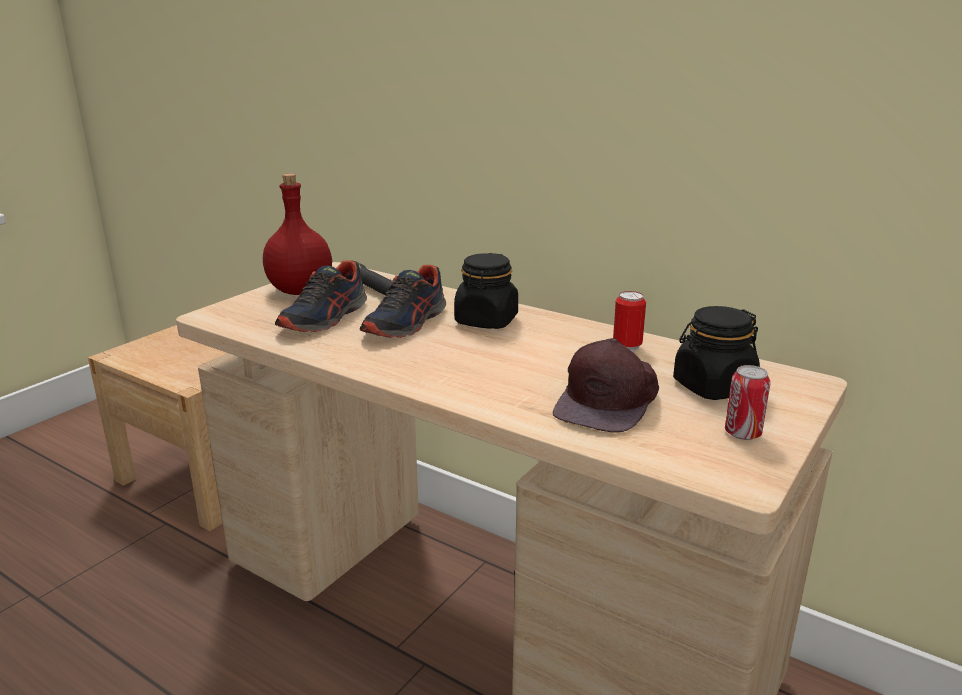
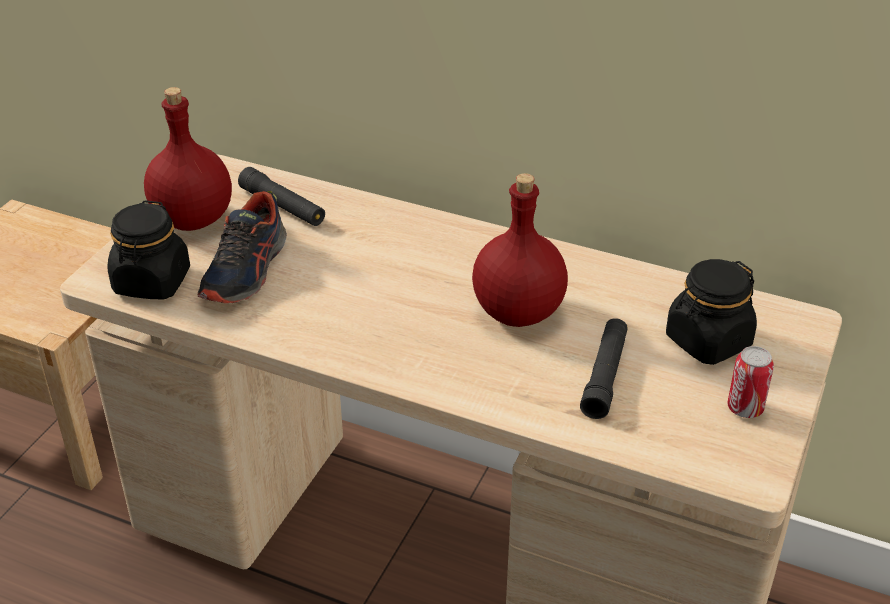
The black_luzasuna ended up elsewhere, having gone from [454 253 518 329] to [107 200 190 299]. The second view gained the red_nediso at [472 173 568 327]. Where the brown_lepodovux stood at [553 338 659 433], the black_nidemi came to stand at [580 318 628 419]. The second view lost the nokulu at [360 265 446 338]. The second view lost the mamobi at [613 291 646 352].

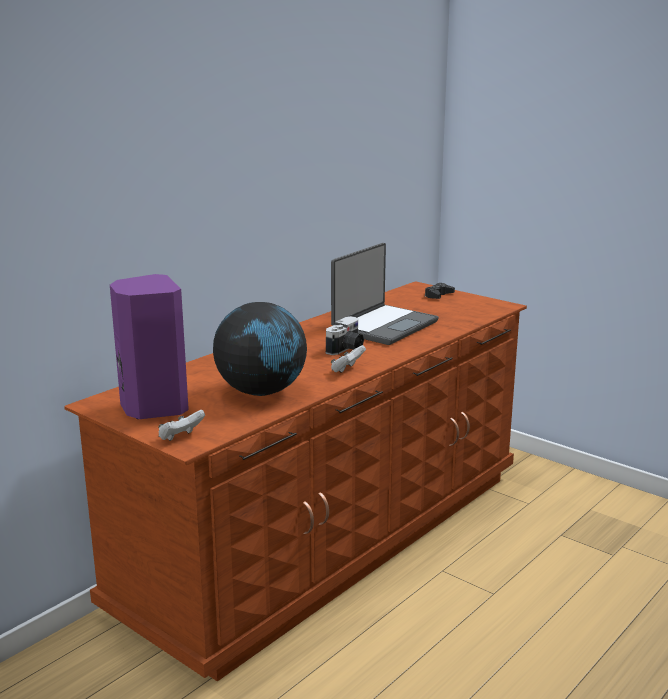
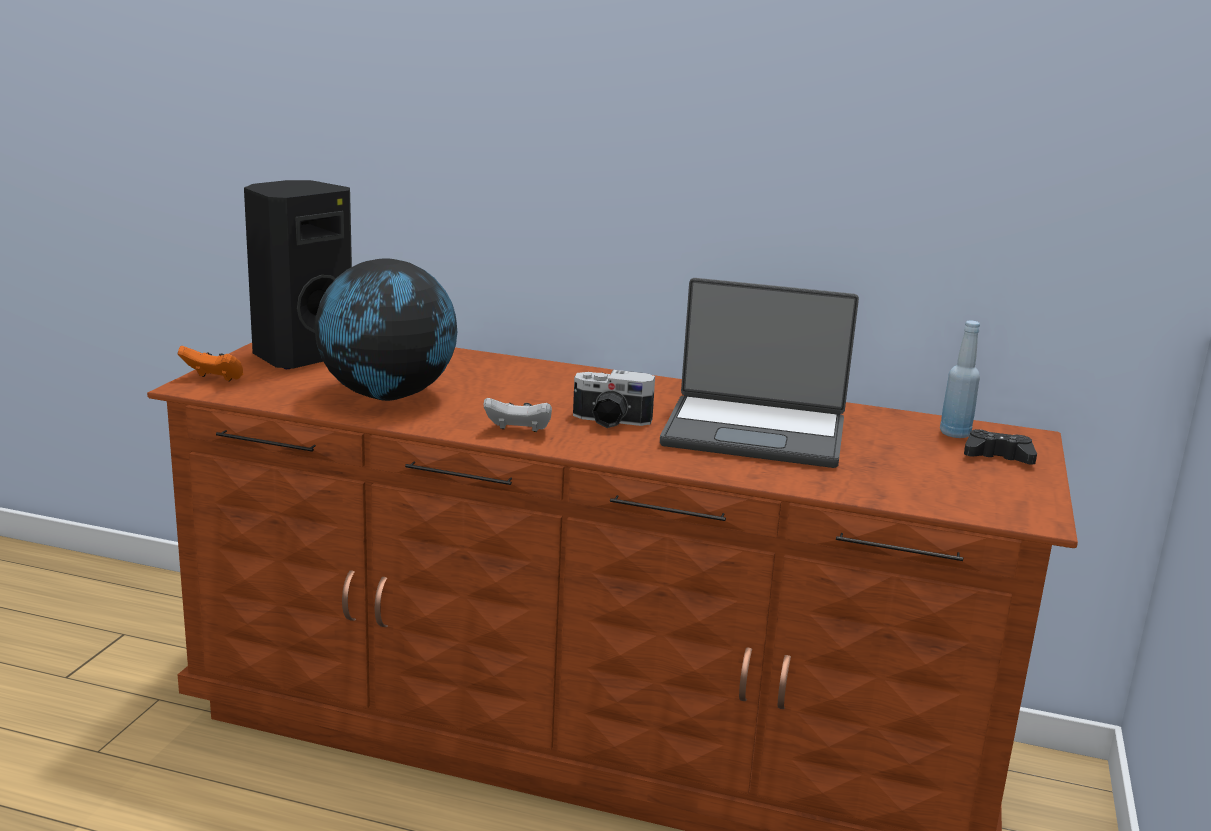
What was the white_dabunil at [158 410 205 441] turned into the orange_dabunil at [178 346 243 382]. What was the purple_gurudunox at [110 274 189 419] turned into the black_gurudunox at [244 180 352 369]. The second view gained the blue_nediso at [940 321 980 438].

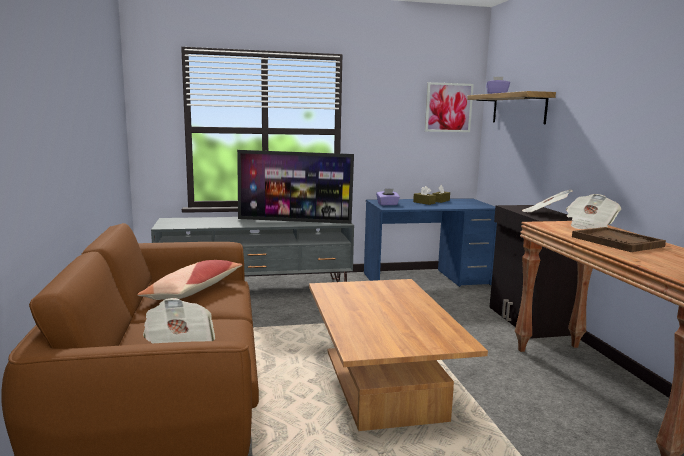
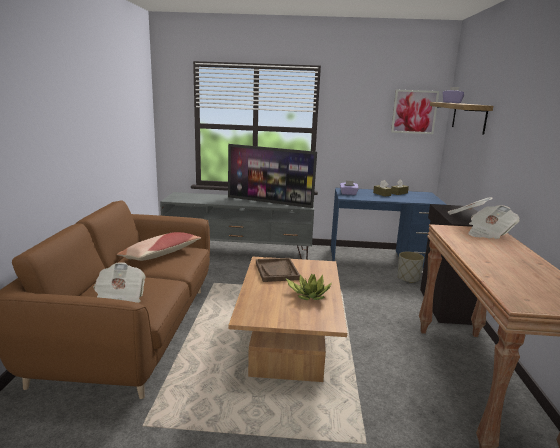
The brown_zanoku ended up elsewhere, having gone from [572 227 666 252] to [256 258 300 282]. The second view gained the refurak at [286 274 332 300]. The second view gained the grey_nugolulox at [398 252 424 283].

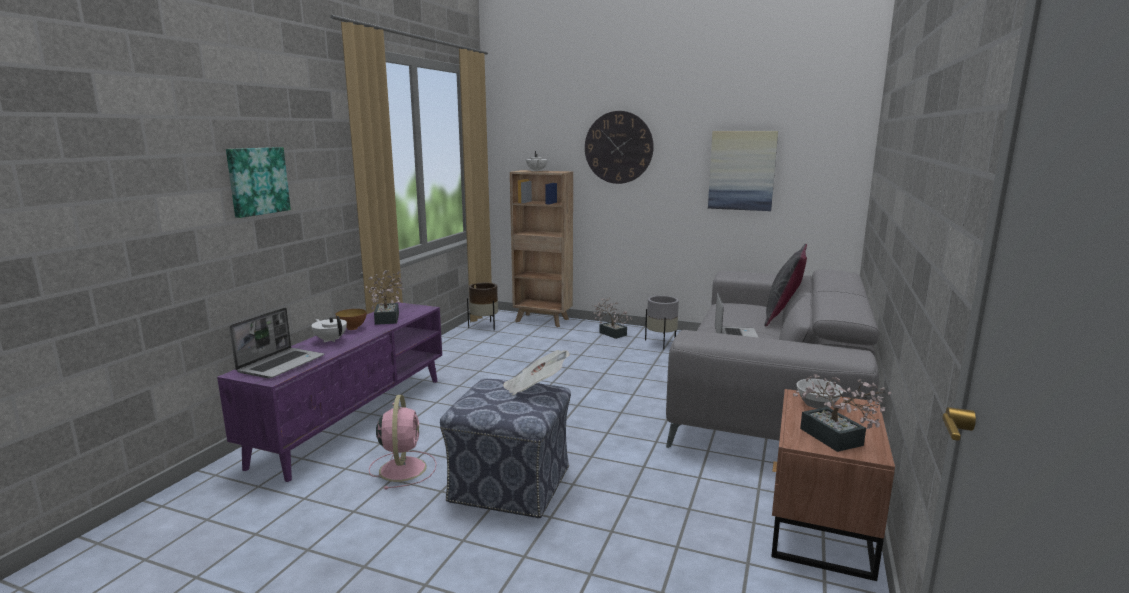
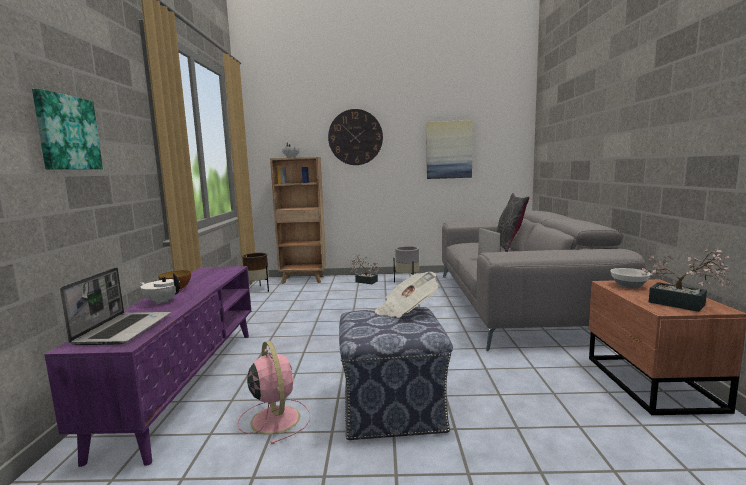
The second view lost the refurak at [365 270 403 325].

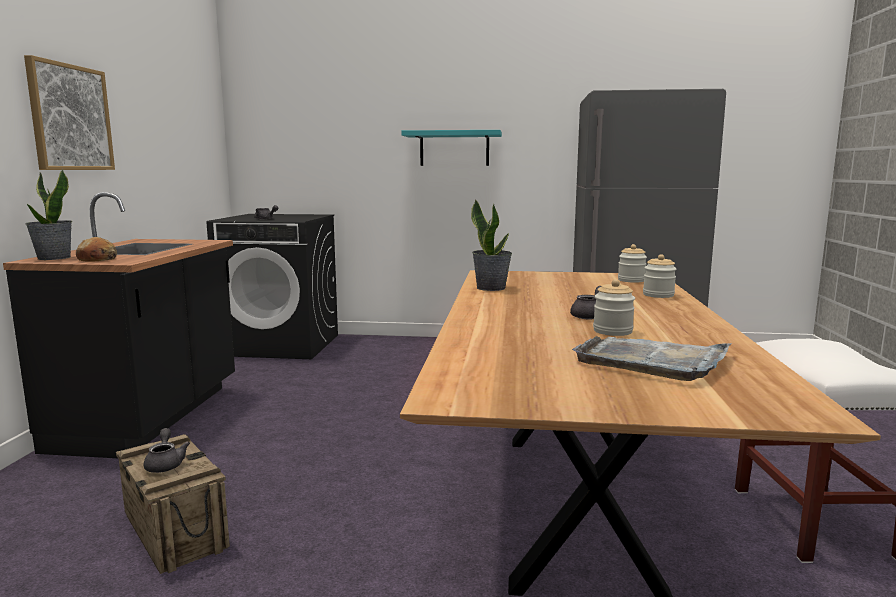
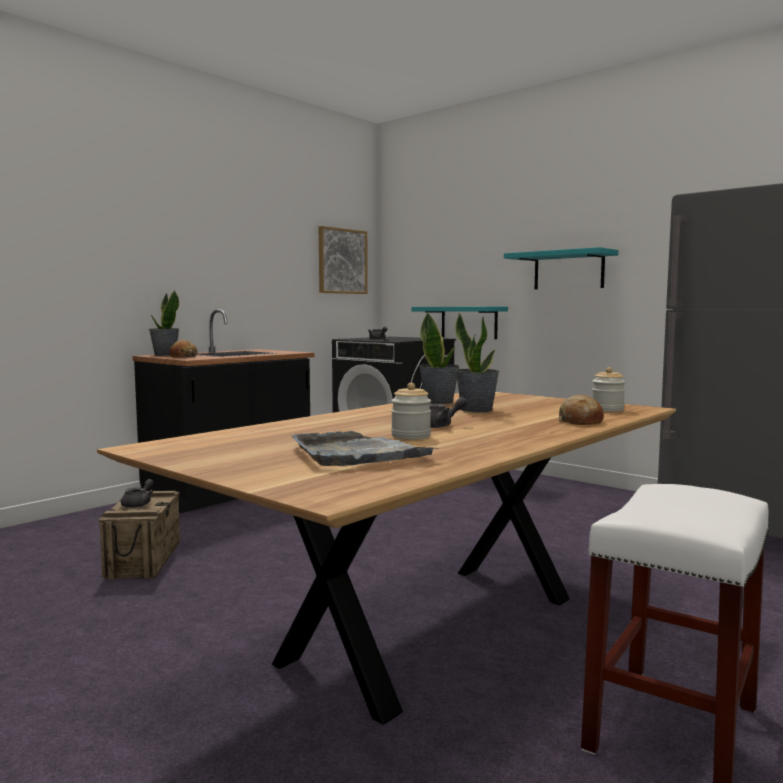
The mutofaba ended up elsewhere, having gone from [24 55 115 170] to [319 226 368 294]. The second view gained the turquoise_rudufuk at [411 307 508 339]. The second view gained the refurak at [455 313 499 412]. Where the luzasuna stood at [643 254 677 298], the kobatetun came to stand at [558 395 604 425].

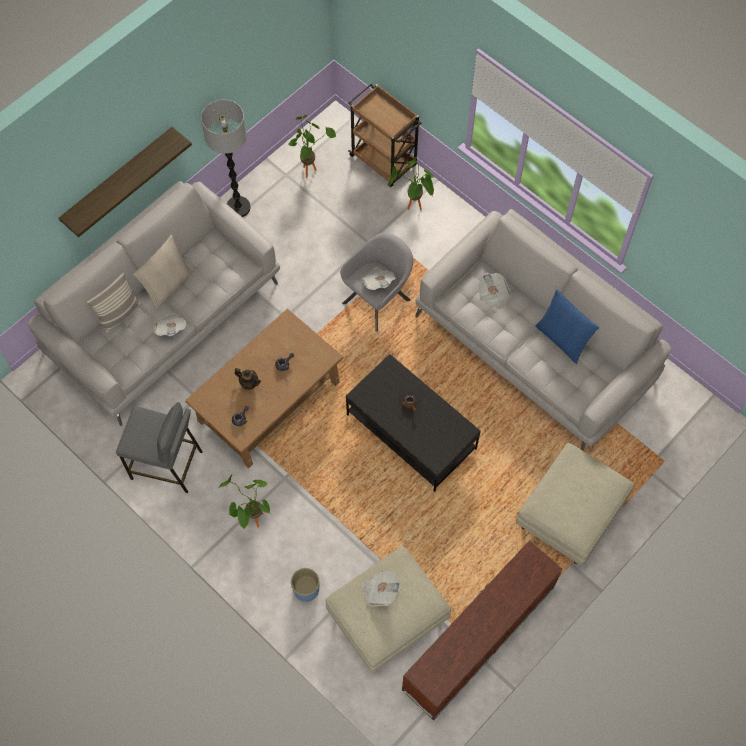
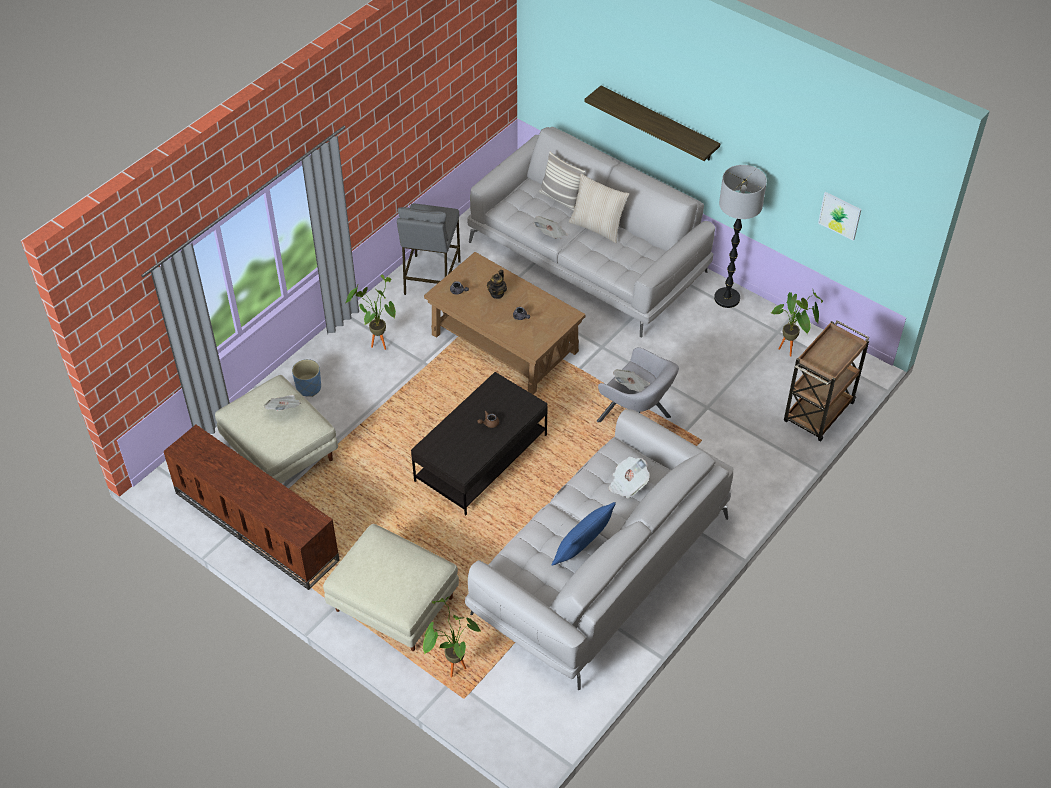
The refurak ended up elsewhere, having gone from [388 156 434 210] to [423 596 482 677]. The second view gained the mutofaba at [818 192 862 241].

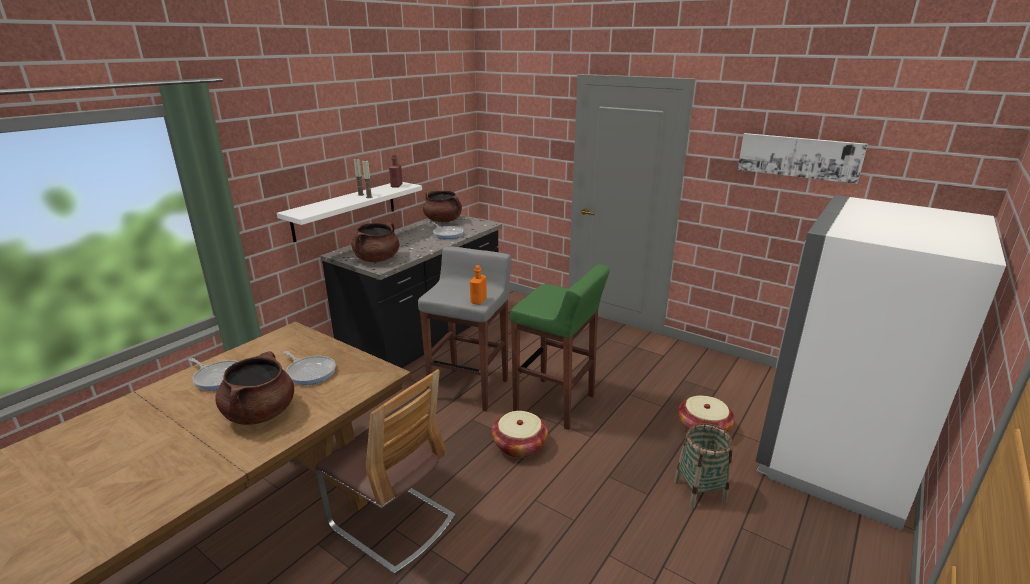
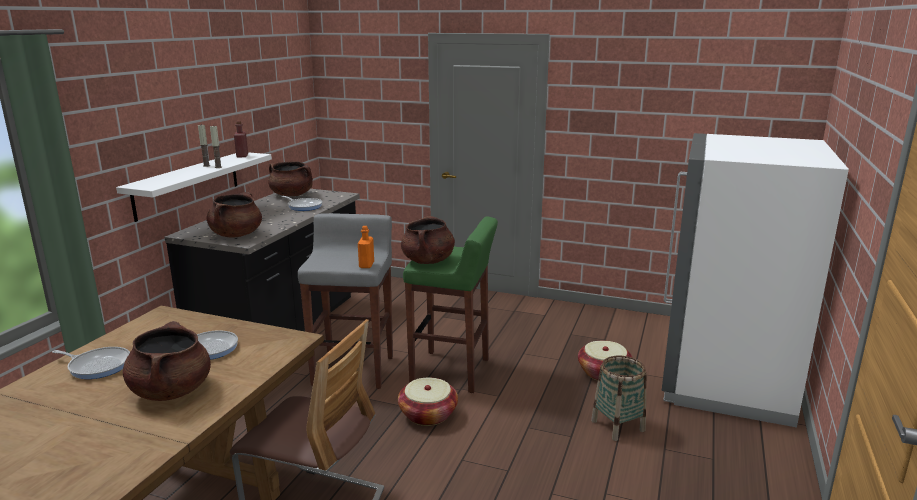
The second view gained the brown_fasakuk at [401 216 455 264]. The second view lost the mutofaba at [738 133 868 184].

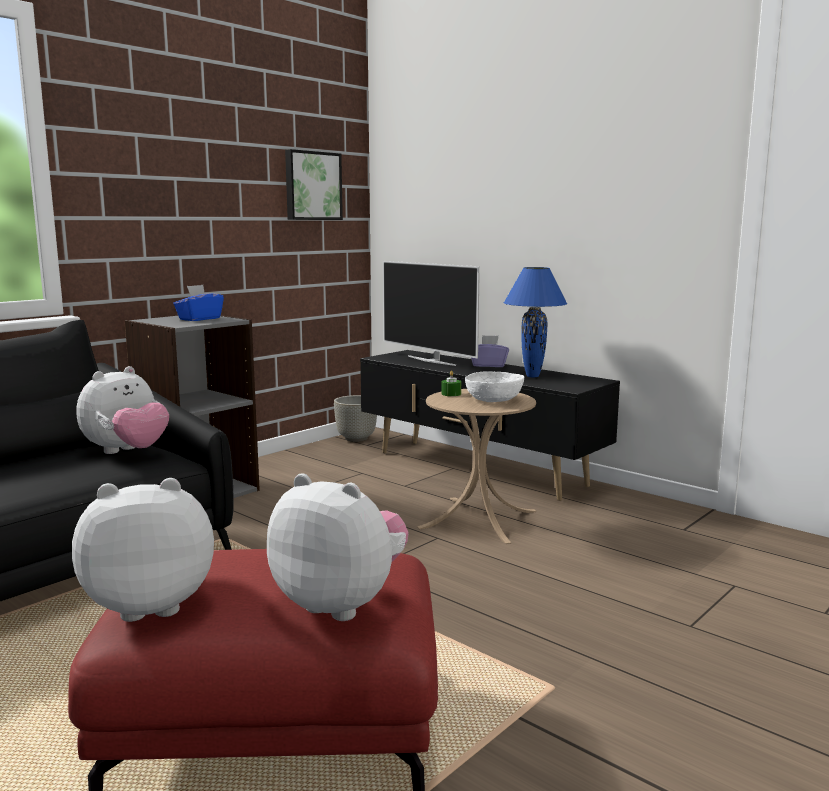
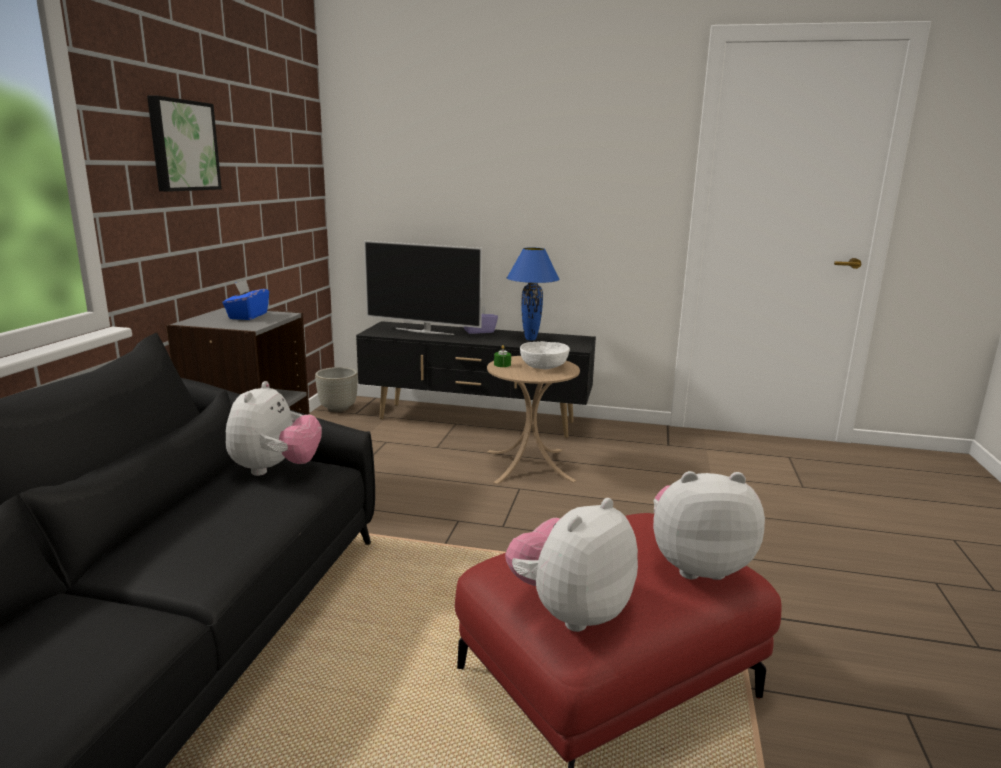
The mutofaba ended up elsewhere, having gone from [285 149 343 220] to [147 96 222 192].

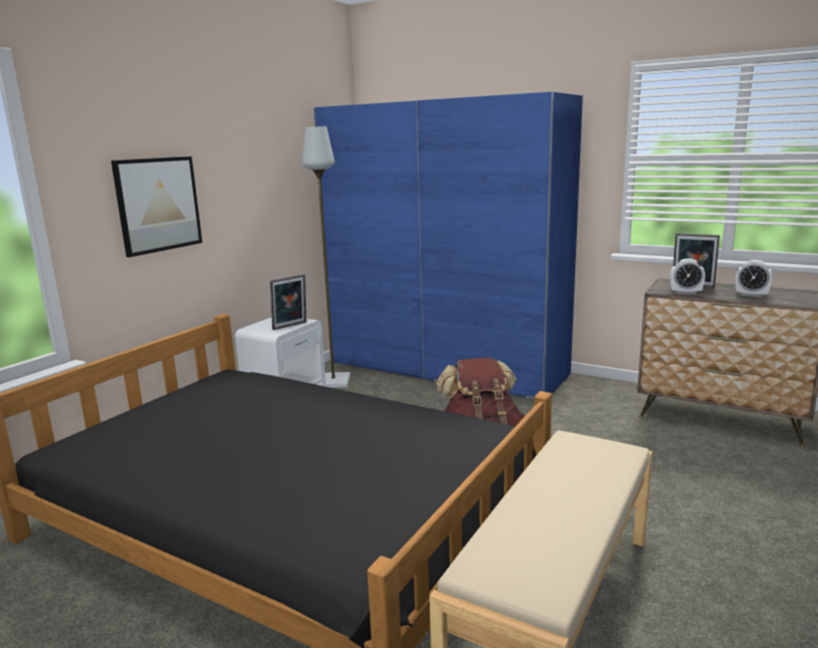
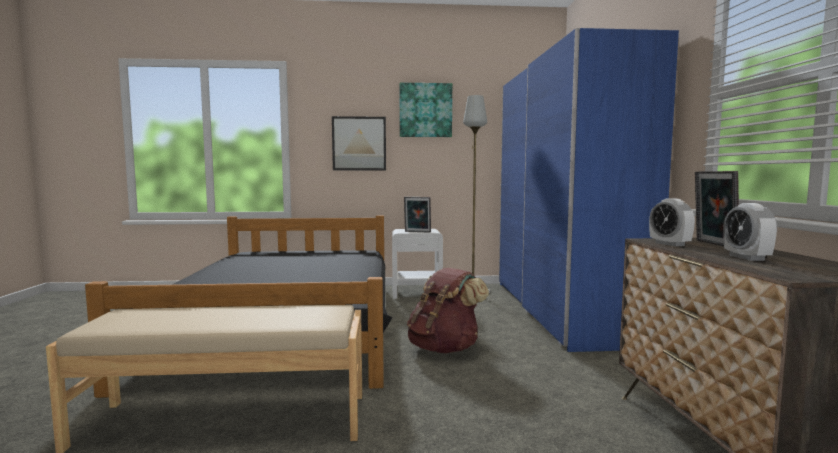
The second view gained the mutofaba at [400 83 452 137].

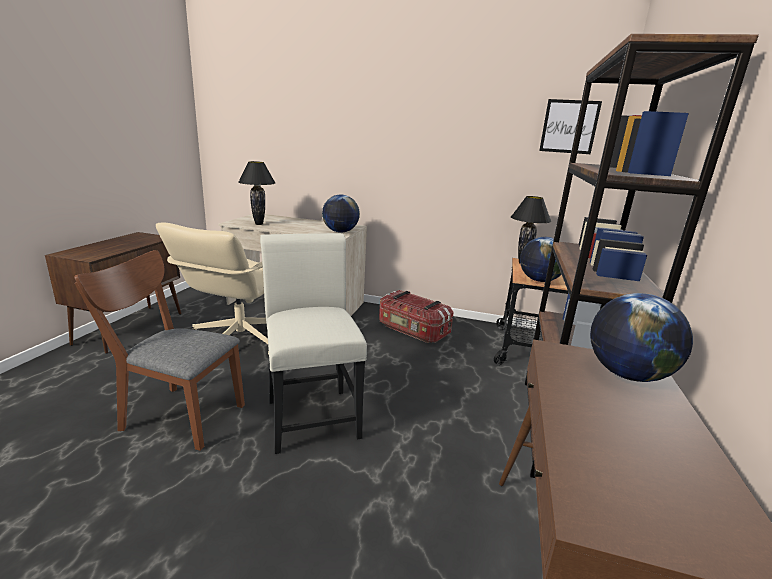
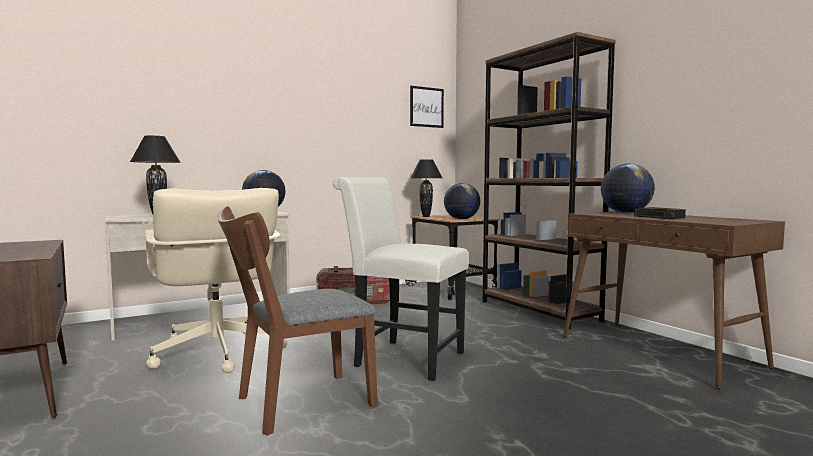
The second view gained the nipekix at [634 207 686 219].

